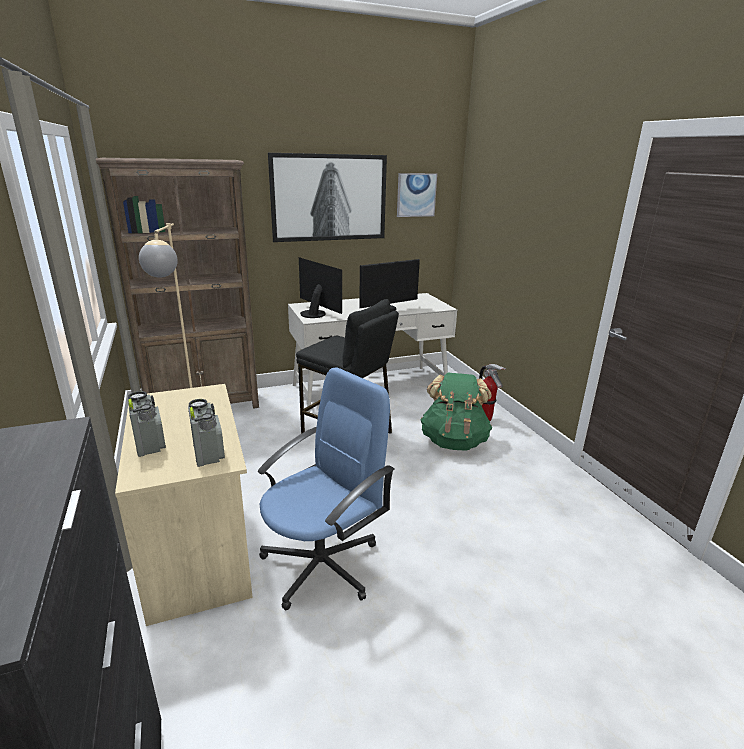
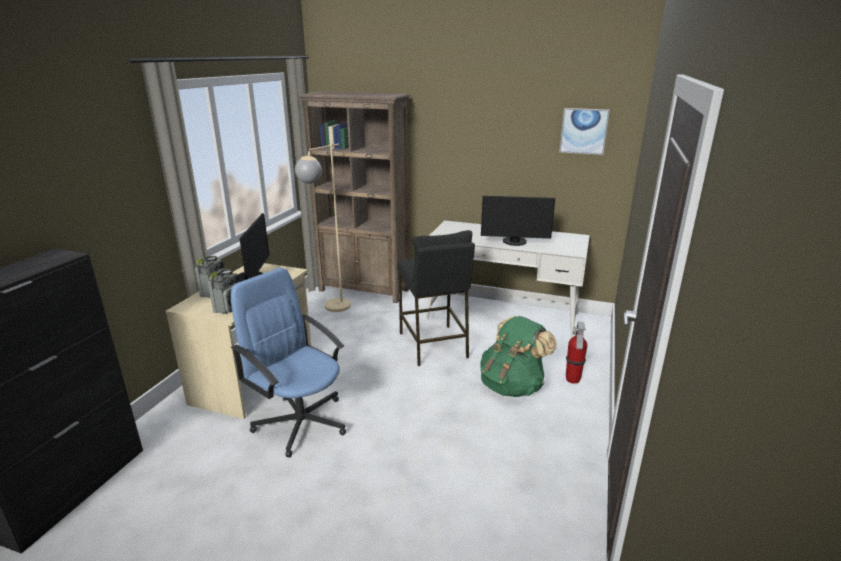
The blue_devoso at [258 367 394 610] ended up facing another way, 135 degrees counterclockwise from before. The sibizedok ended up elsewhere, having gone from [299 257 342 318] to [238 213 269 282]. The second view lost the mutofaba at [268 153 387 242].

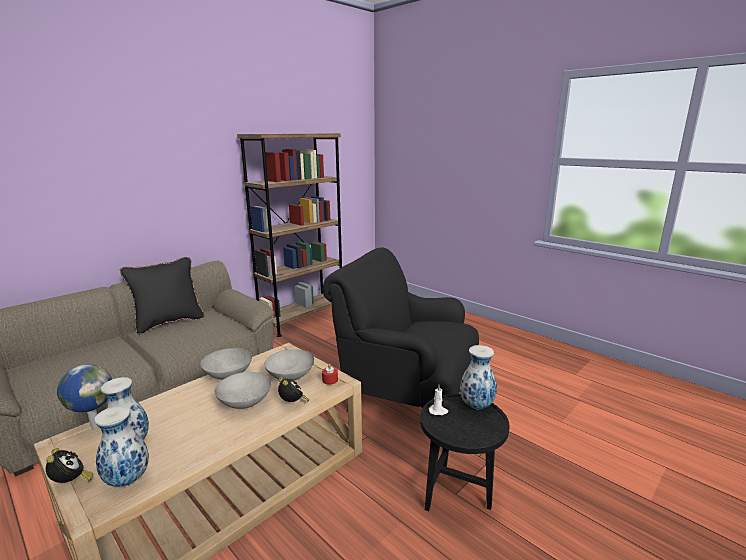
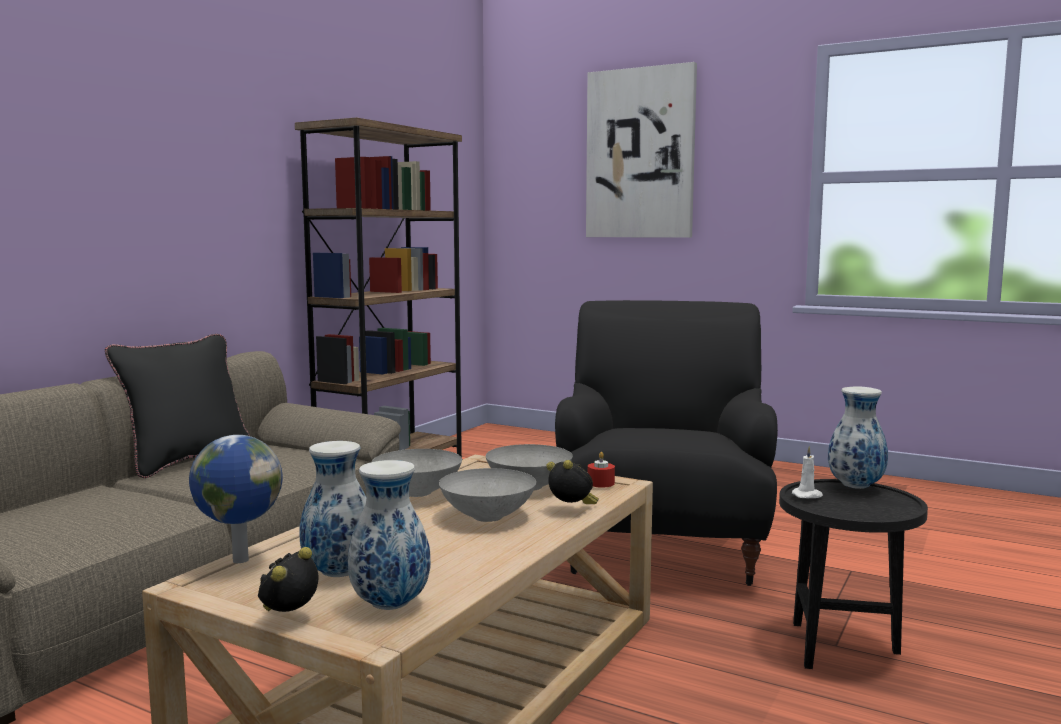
The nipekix at [46 448 93 483] ended up facing another way, 105 degrees counterclockwise from before. The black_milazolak at [323 247 479 412] ended up facing another way, 90 degrees clockwise from before. The second view gained the mutofaba at [586 62 697 238].

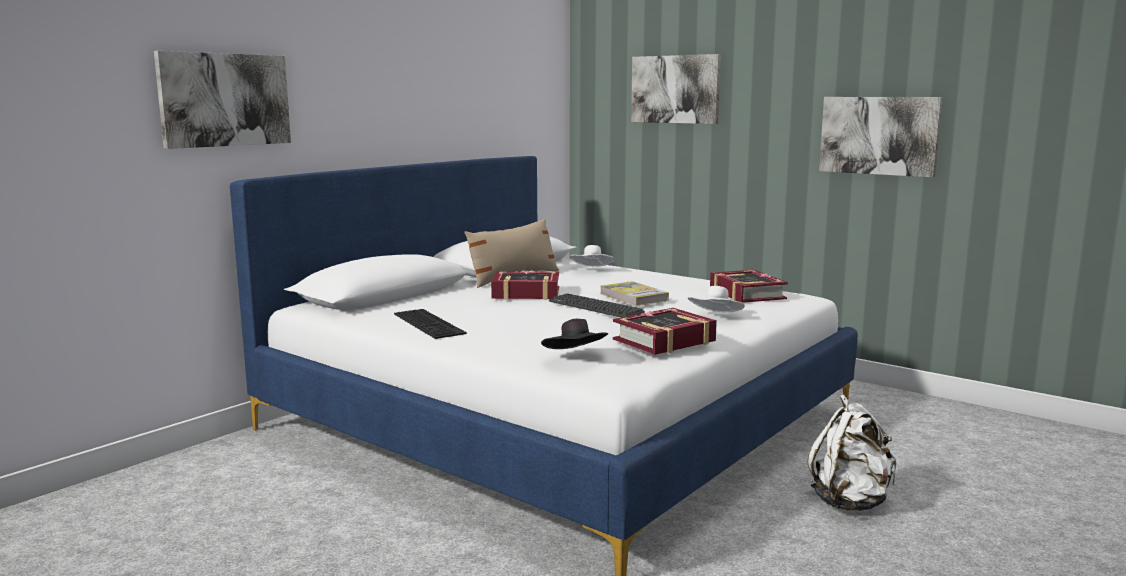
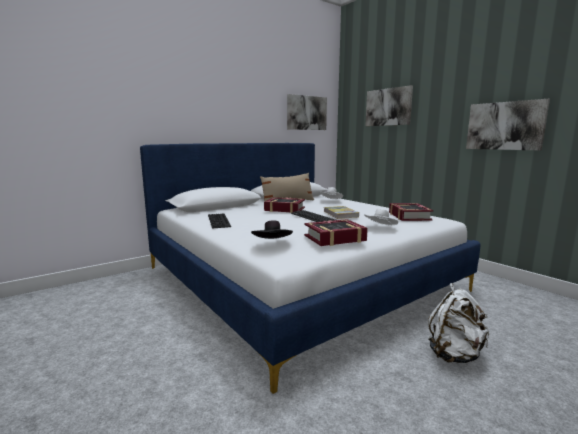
The mutofaba ended up elsewhere, having gone from [154 51 291 149] to [287 94 327 130].

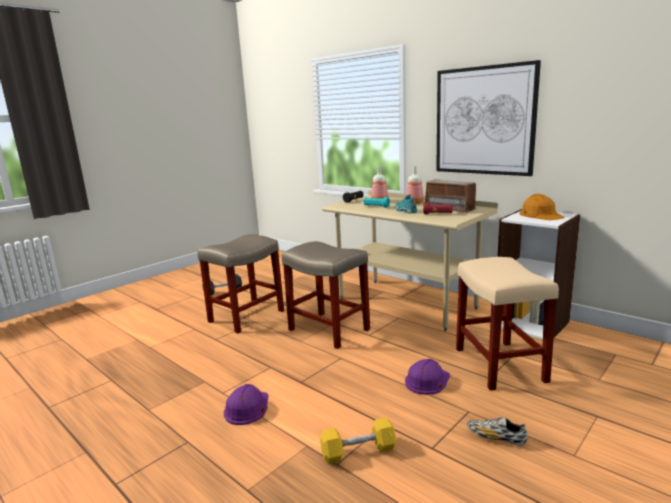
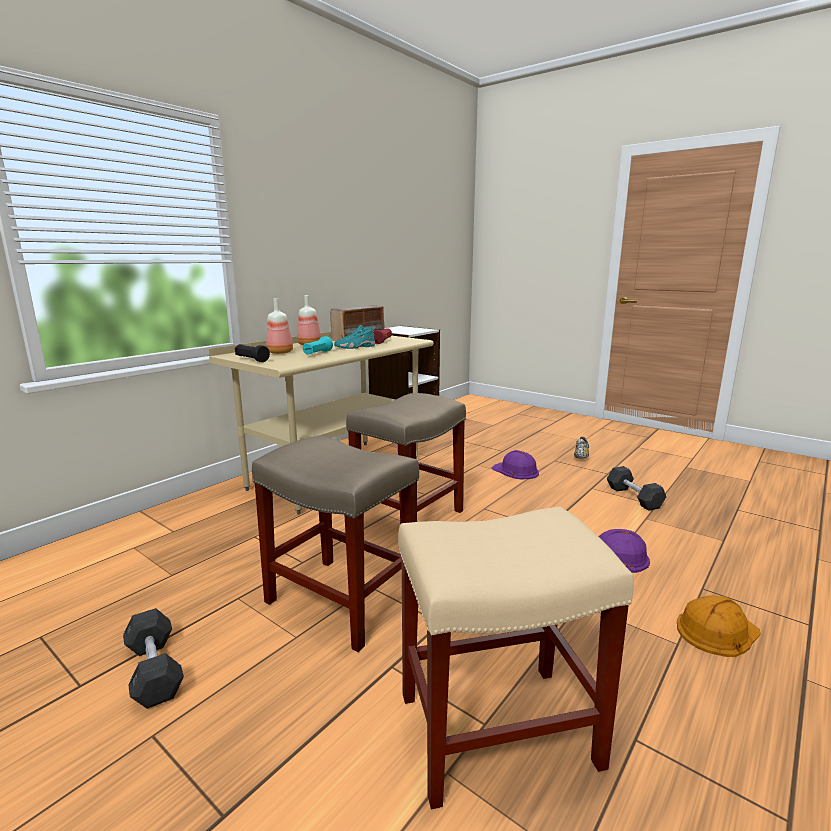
The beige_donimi ended up elsewhere, having gone from [456 257 559 390] to [398 506 634 809]. What was the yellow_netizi at [320 417 396 464] turned into the grey_netizi at [607 466 666 511]. The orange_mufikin ended up elsewhere, having gone from [520 194 564 220] to [677 595 761 657]. The second view lost the mutofaba at [436 60 541 176].

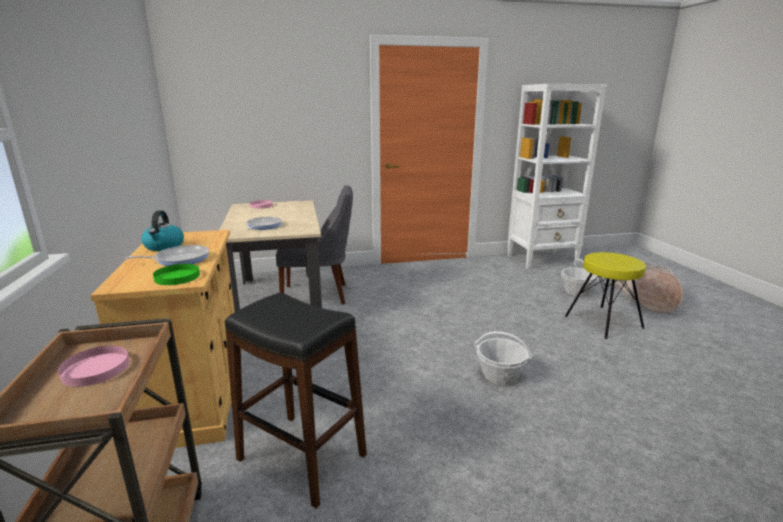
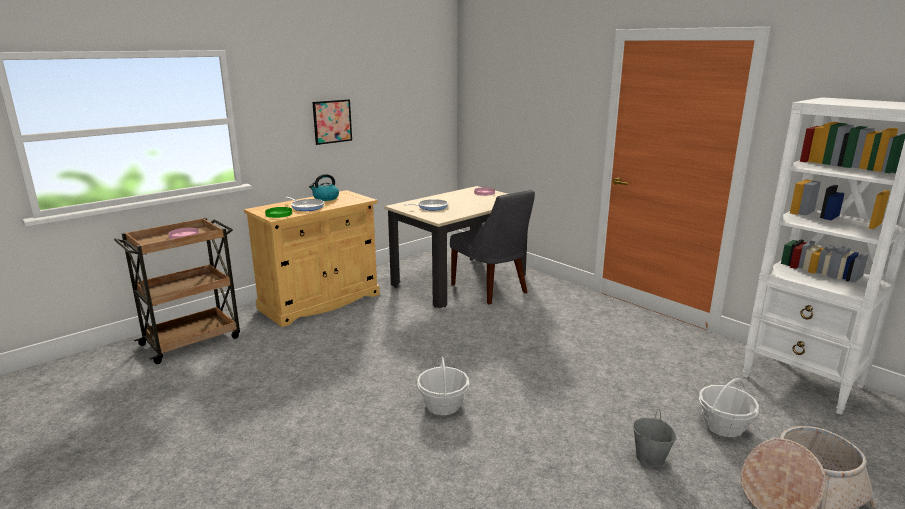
The second view gained the mutofaba at [312 99 352 145]. Where the yellow_donimi stood at [565 252 646 339], the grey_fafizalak came to stand at [633 409 677 467]. The second view lost the black_donimi at [225 293 367 508].

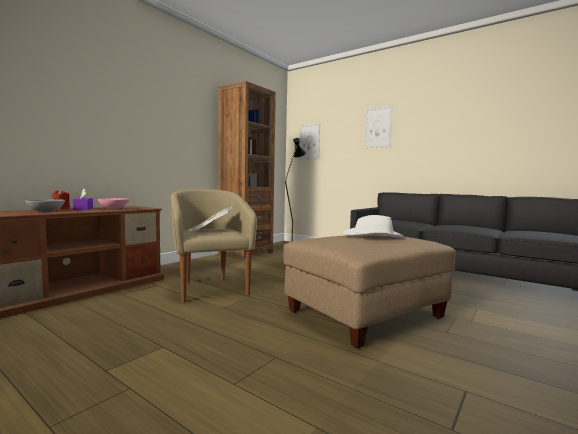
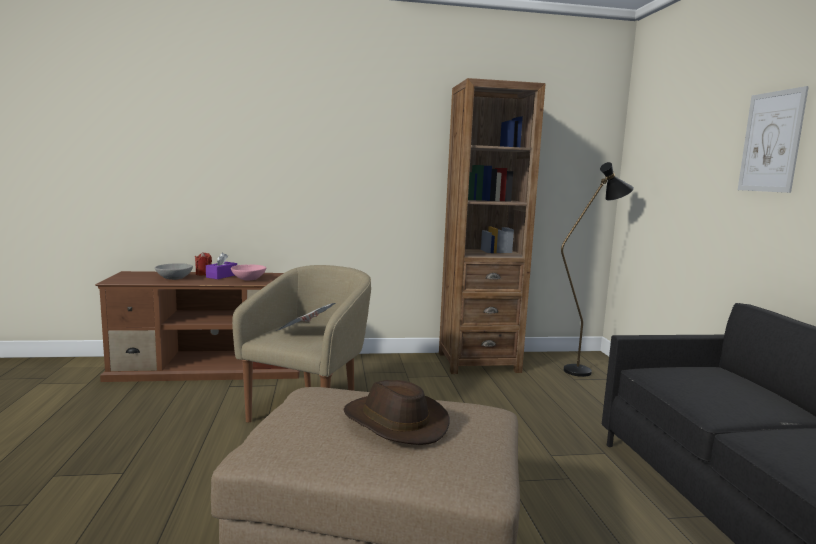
What was the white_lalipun at [343 215 403 237] turned into the brown_lalipun at [344 380 450 445]. The second view lost the mutofaba at [299 123 320 160].

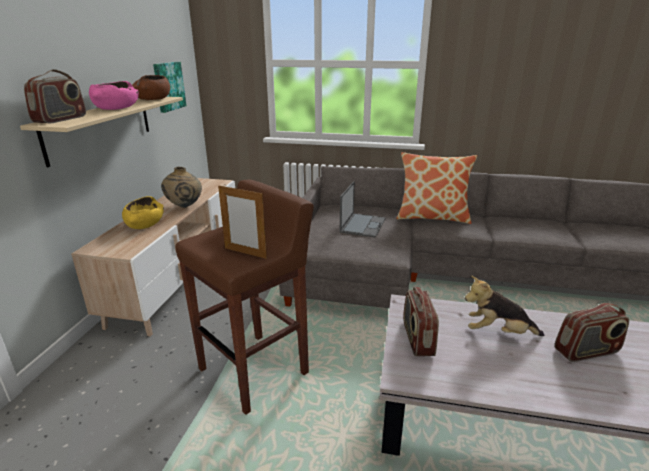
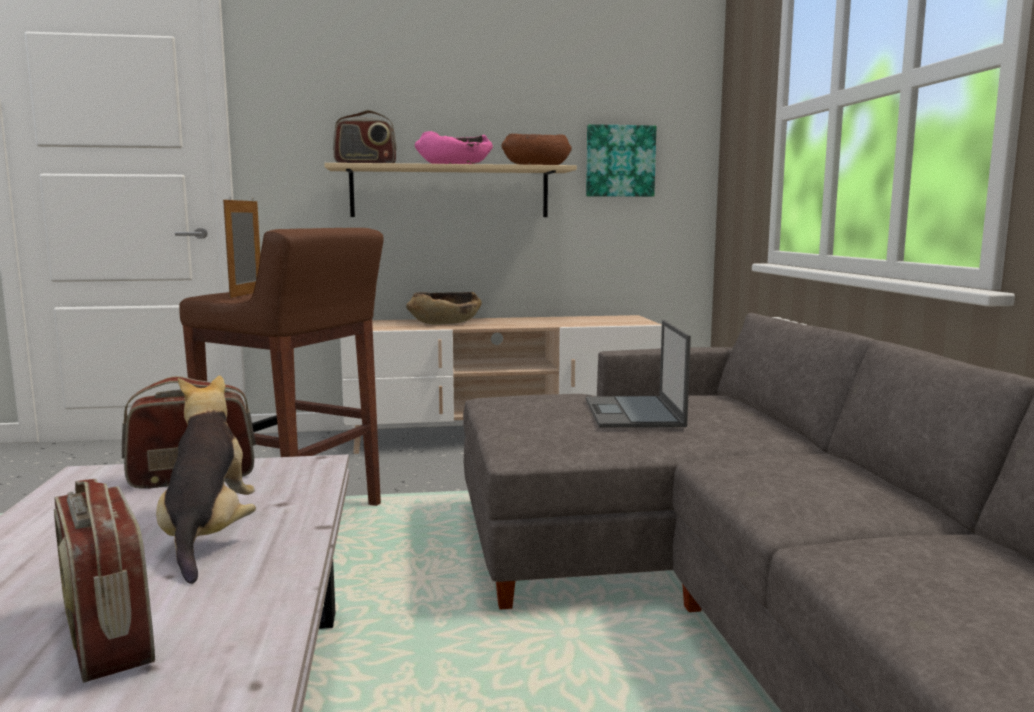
What was the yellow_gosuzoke at [122 196 164 229] turned into the brown_gosuzoke at [406 292 482 325]. The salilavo at [340 181 386 238] ended up facing another way, 90 degrees clockwise from before. The second view lost the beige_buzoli at [161 167 202 208]. The second view lost the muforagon at [396 152 477 224].

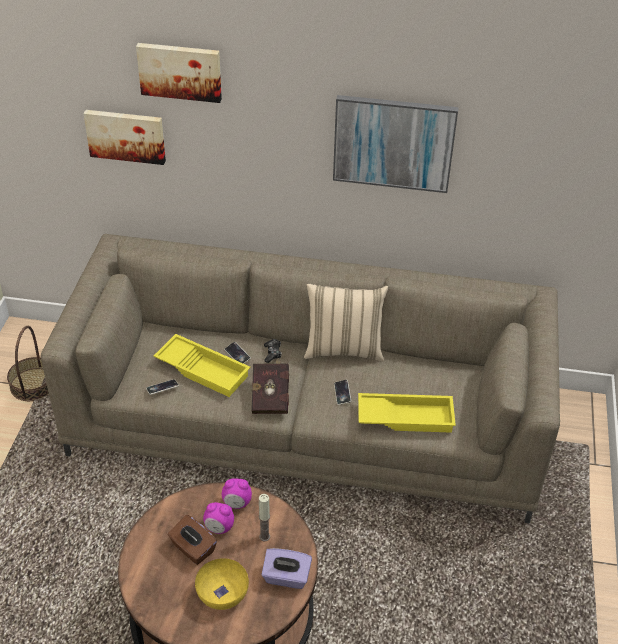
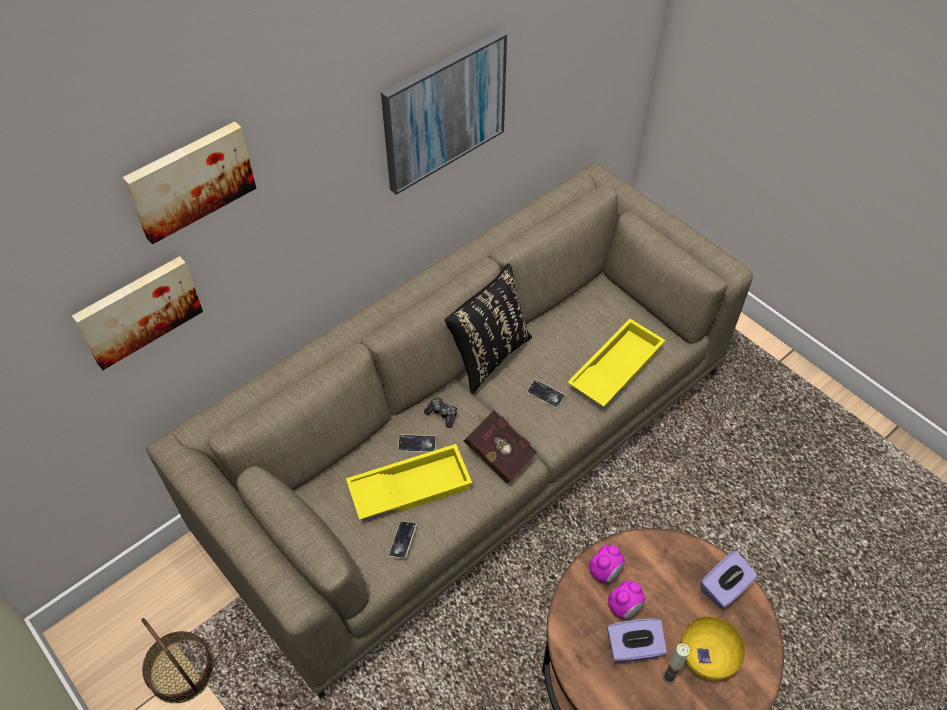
What was the beige_muforagon at [304 283 388 362] turned into the black_muforagon at [445 263 532 394]. What was the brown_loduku at [168 515 217 565] turned into the purple_loduku at [607 618 667 663]. The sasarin ended up elsewhere, having gone from [259 494 270 541] to [662 643 690 684].

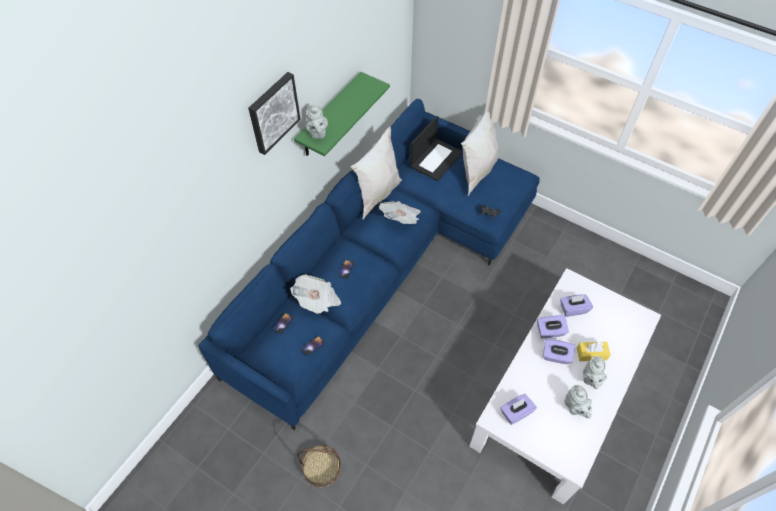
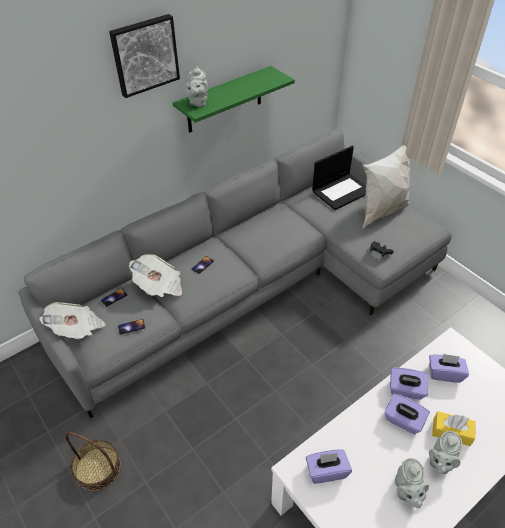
What was the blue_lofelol at [198 99 540 430] turned into the grey_lofelol at [18 128 452 418]. The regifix ended up elsewhere, having gone from [379 201 421 224] to [39 302 106 339]. The second view lost the white_muforagon at [350 126 402 219].

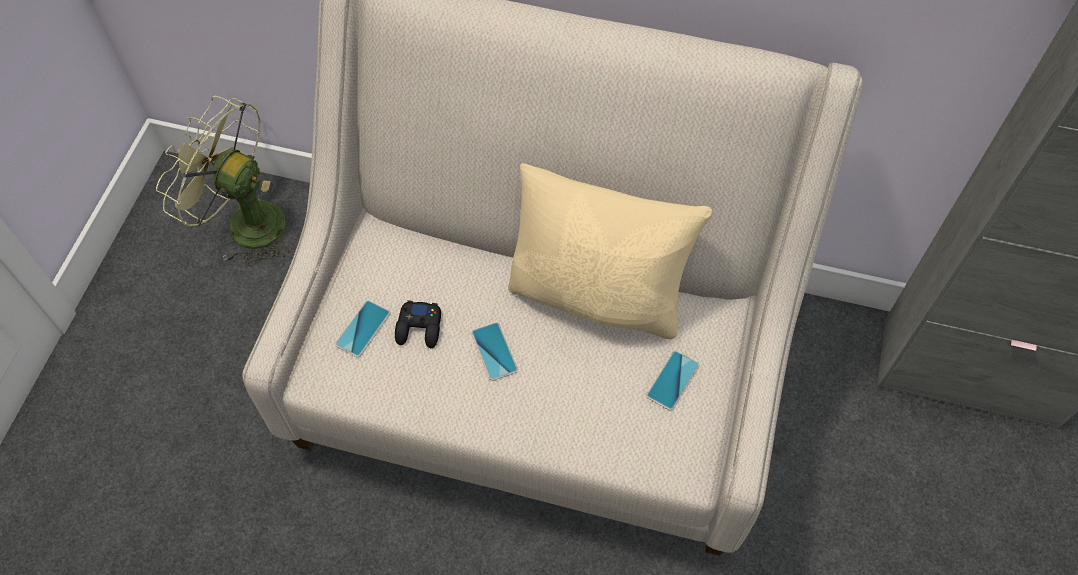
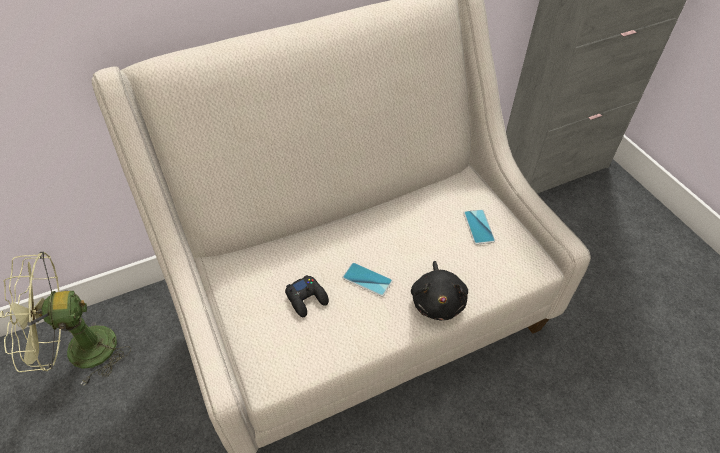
The second view gained the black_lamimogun at [411 261 468 321]. The second view lost the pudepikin at [335 300 390 357]. The second view lost the beige_muforagon at [508 163 713 339].

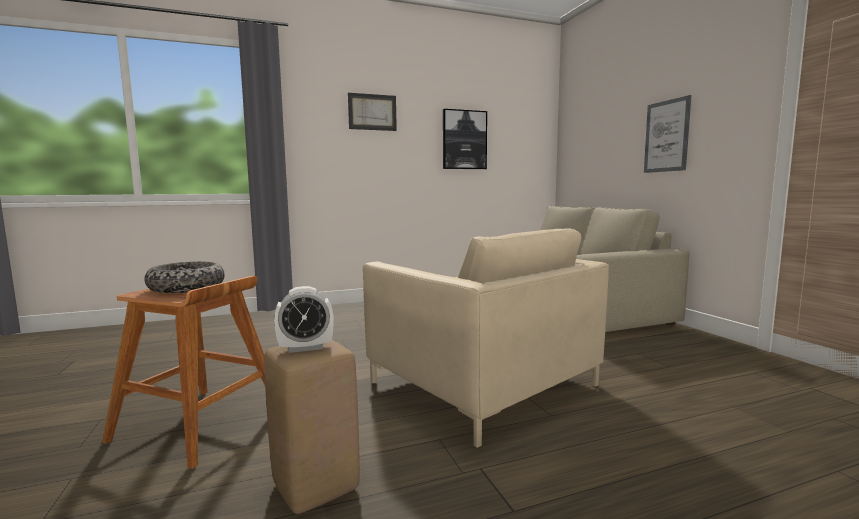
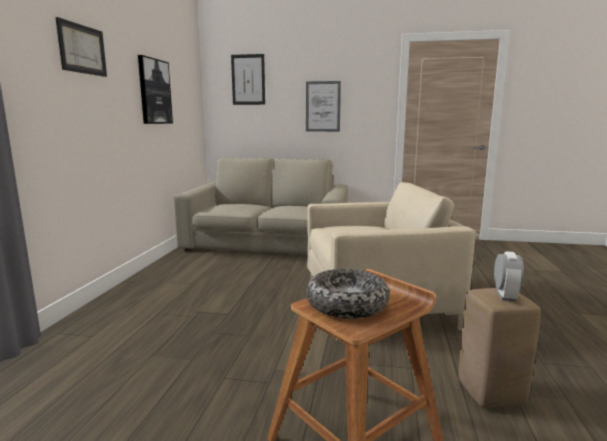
The second view gained the mutofaba at [231 54 265 105].

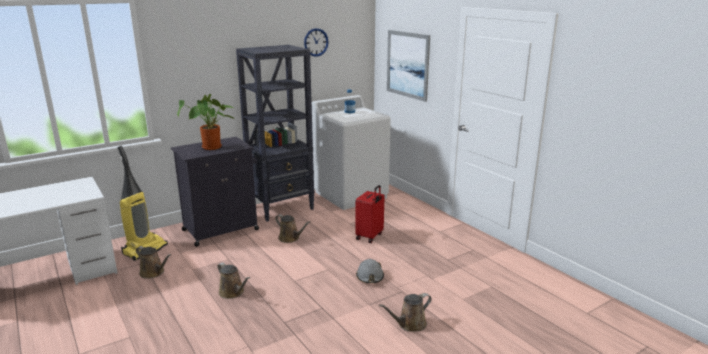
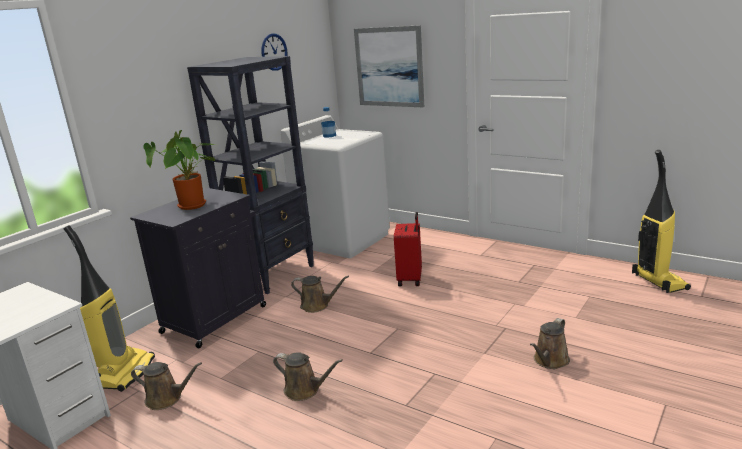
The second view gained the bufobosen at [632 150 691 293]. The second view lost the grey_mufikin at [356 259 384 283].

